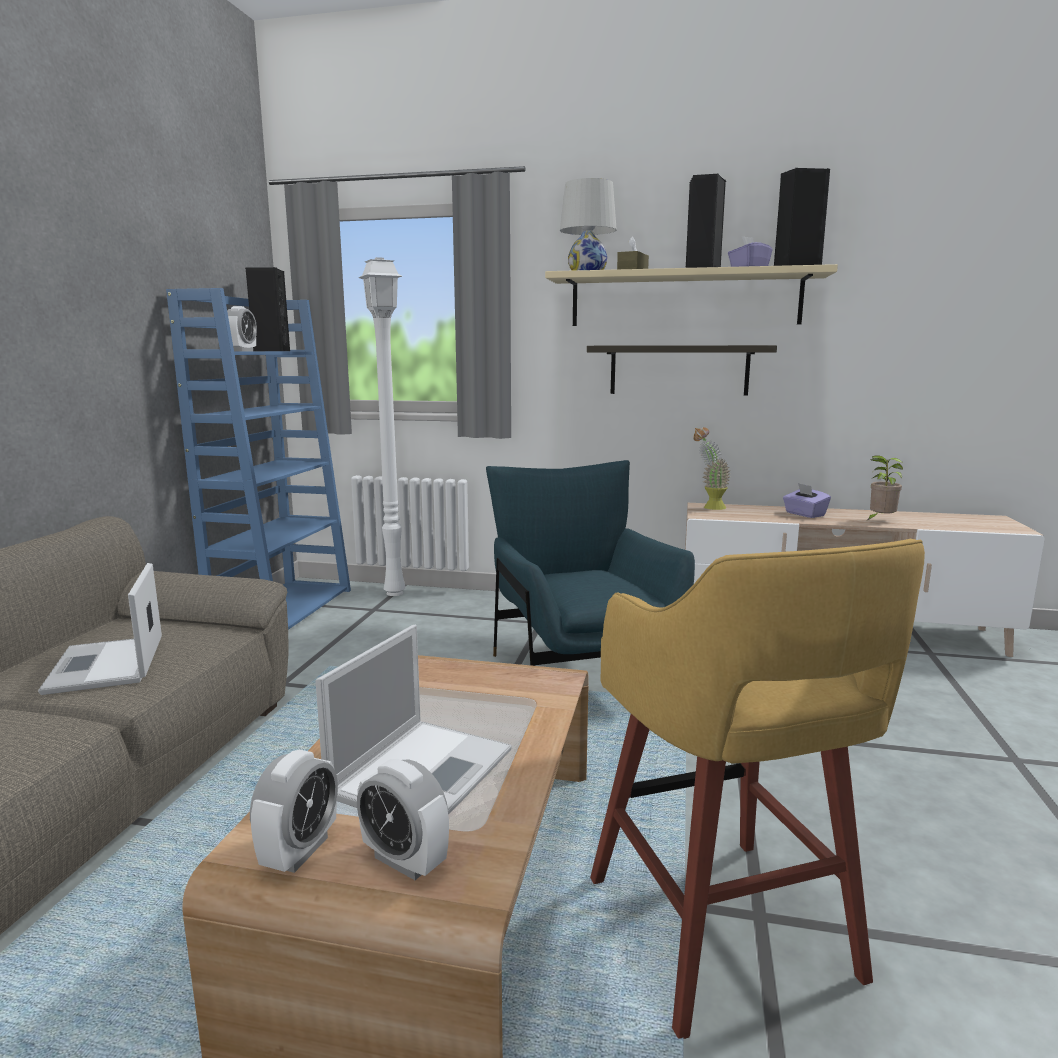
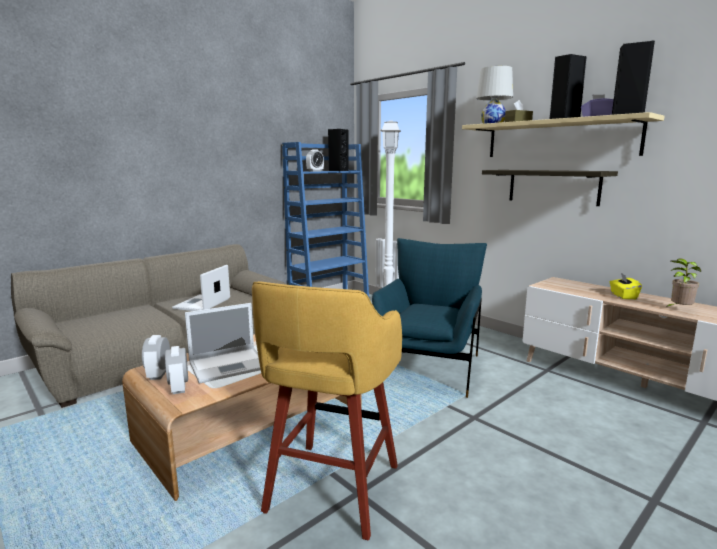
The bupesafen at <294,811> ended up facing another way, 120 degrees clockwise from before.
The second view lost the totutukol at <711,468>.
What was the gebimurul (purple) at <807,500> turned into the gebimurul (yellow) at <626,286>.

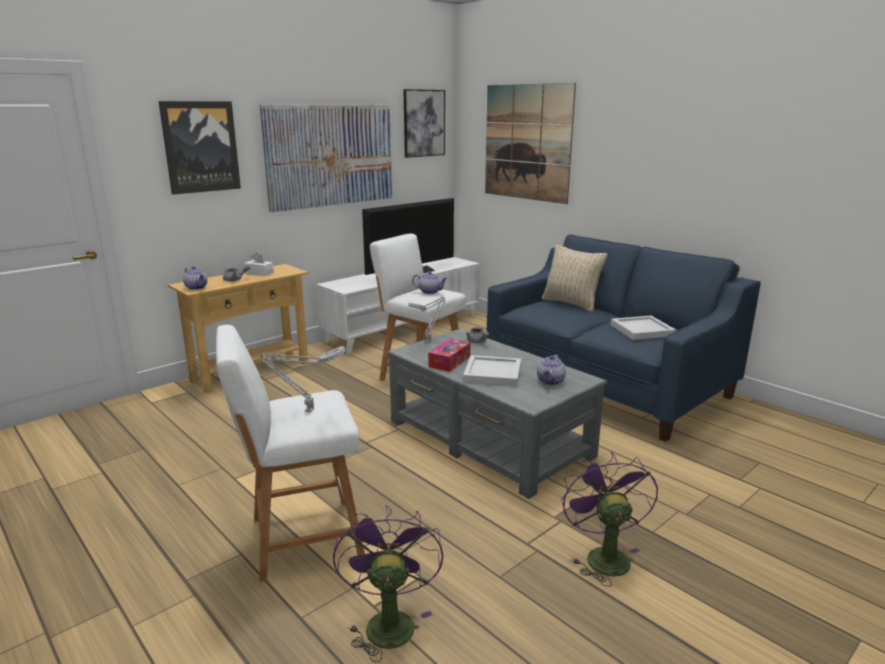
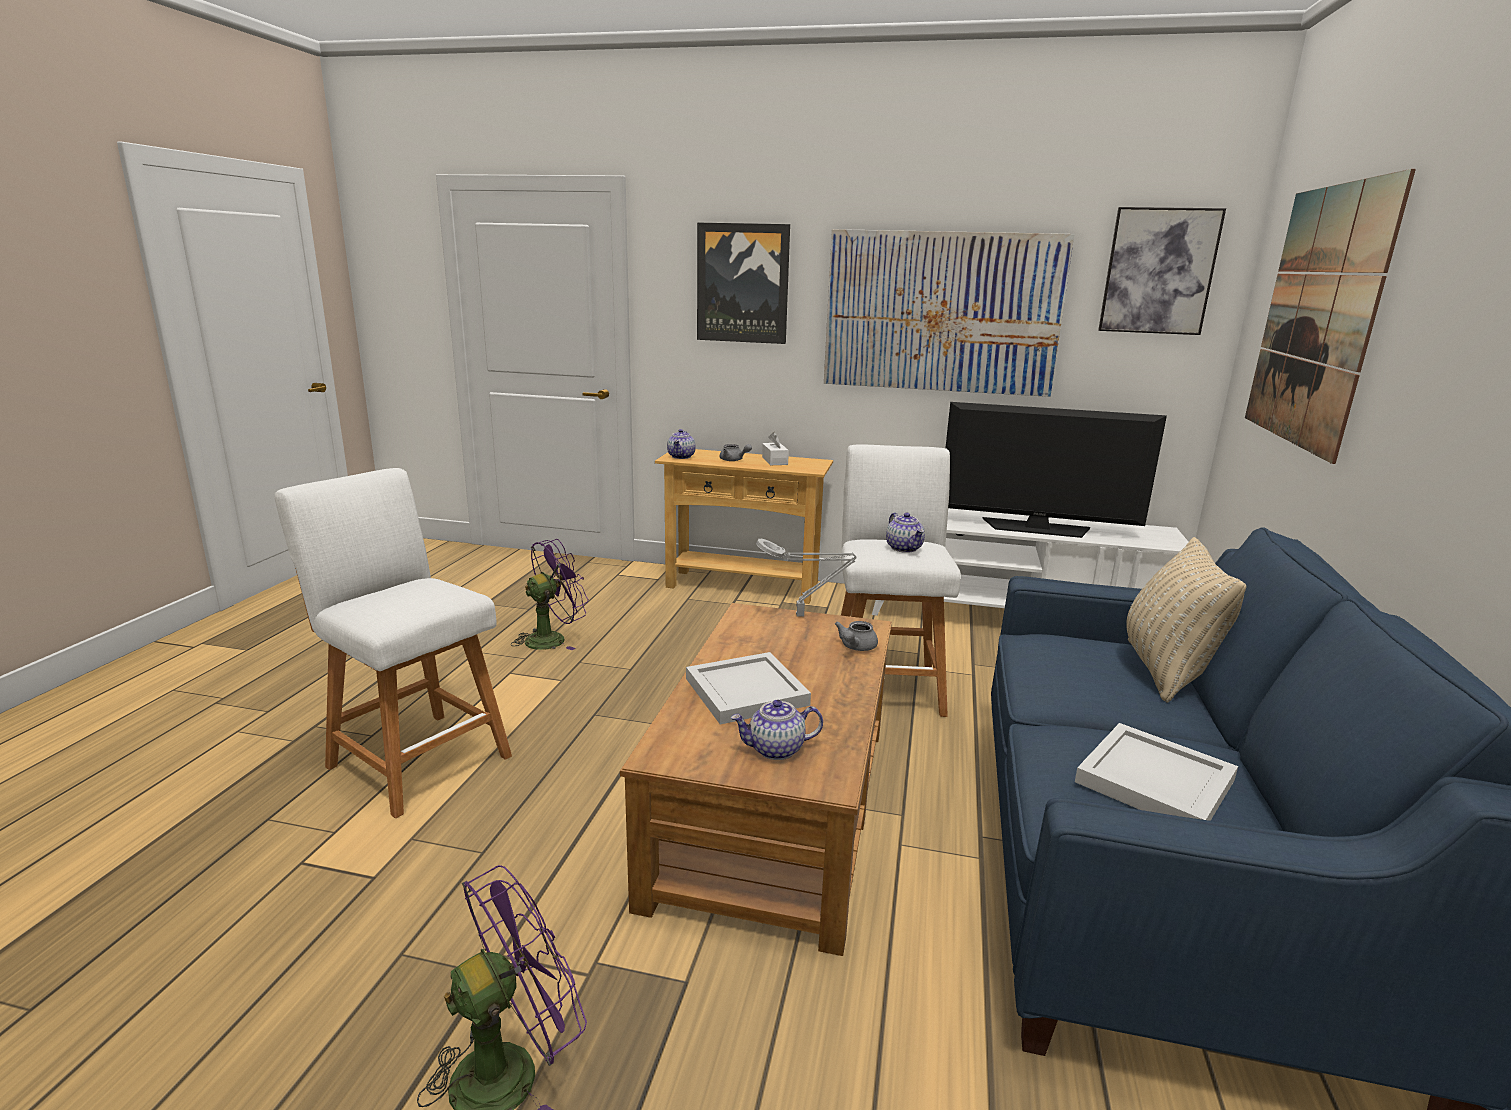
The second view lost the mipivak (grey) at <302,379>.
The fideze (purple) ended up elsewhere, having gone from <388,583> to <550,594>.
What was the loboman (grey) at <497,414> turned into the loboman (brown) at <756,779>.
The second view lost the gebimurul at <449,355>.

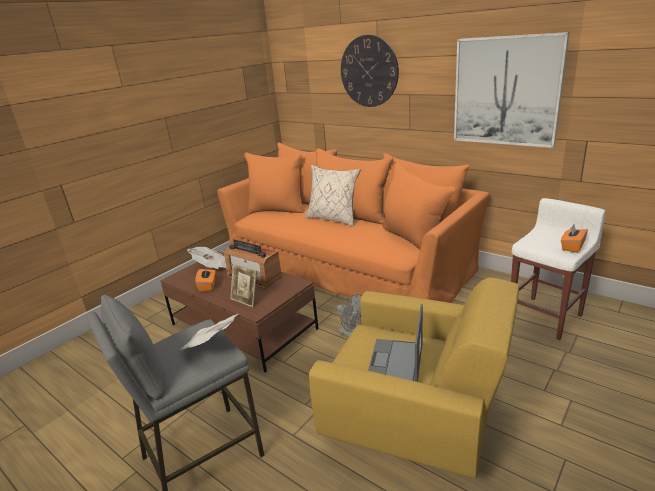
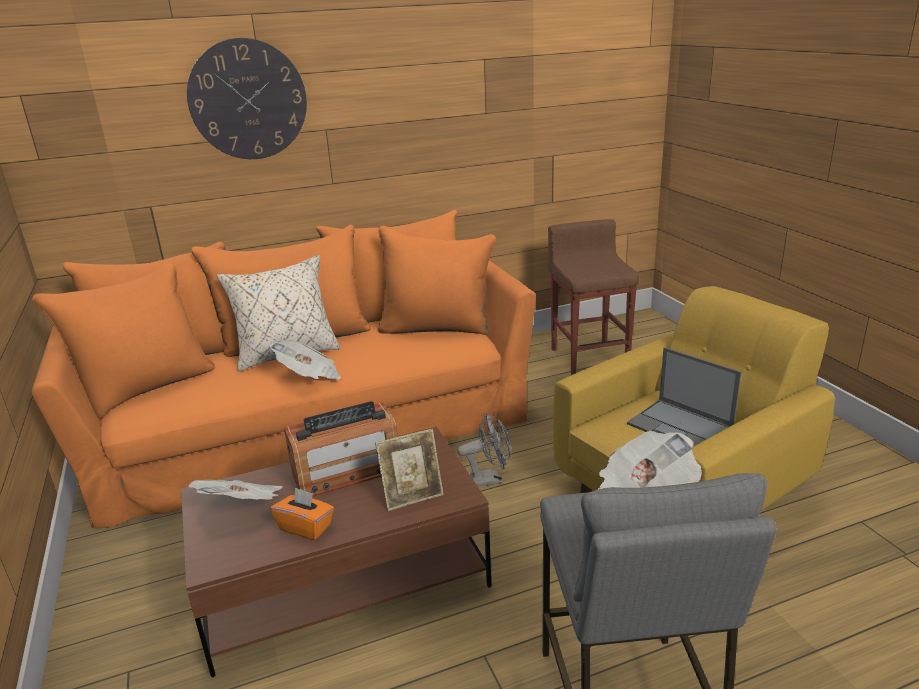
The second view lost the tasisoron at <511,90>.
What was the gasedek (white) at <558,269> turned into the gasedek (brown) at <593,297>.
The second view lost the gebimurul (orange) at <574,238>.
The second view gained the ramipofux at <305,360>.

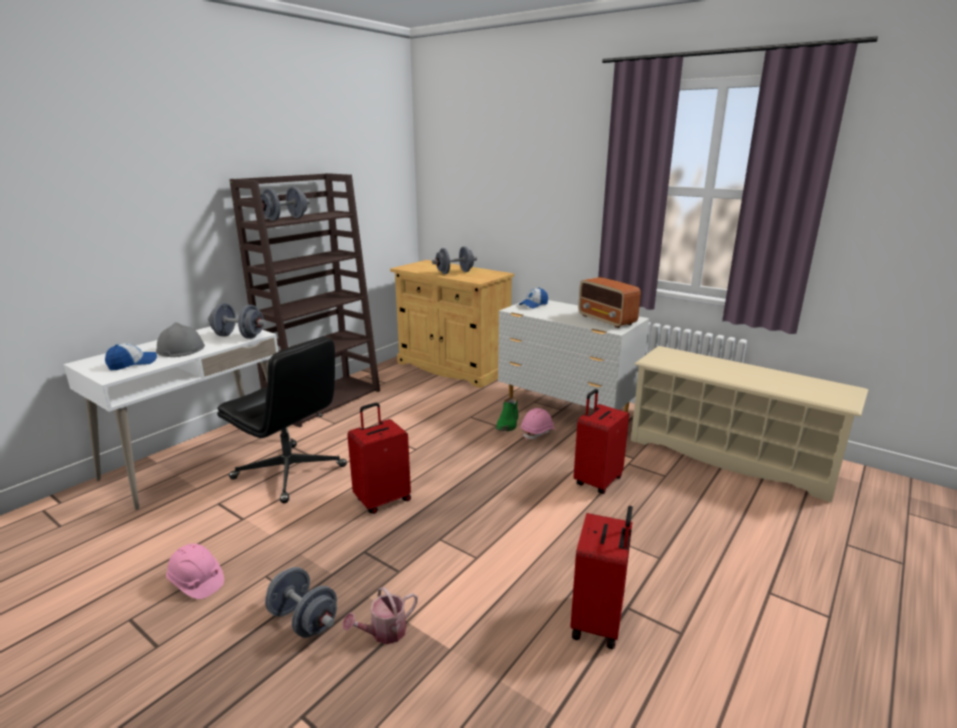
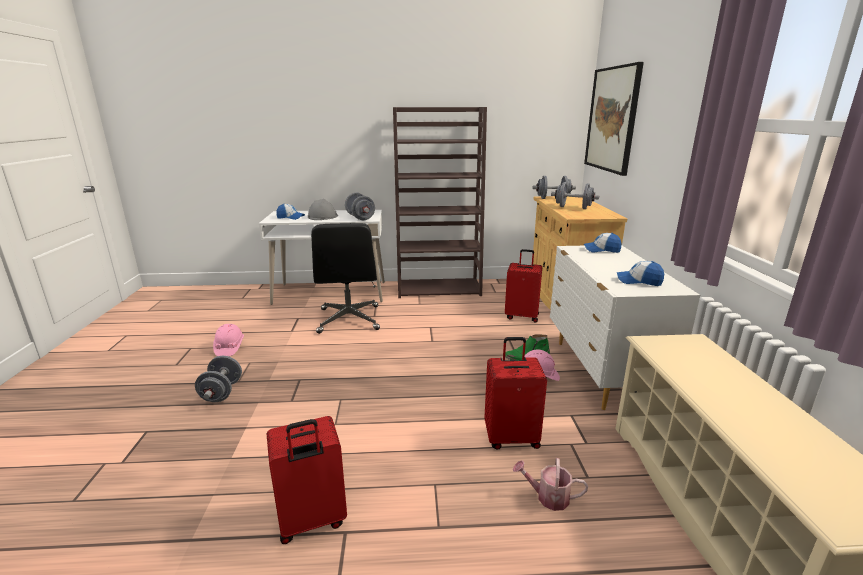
The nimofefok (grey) ended up elsewhere, having gone from <285,204> to <554,187>.
The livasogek ended up elsewhere, having gone from <380,615> to <550,484>.
The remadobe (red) ended up elsewhere, having gone from <379,458> to <523,285>.
Where the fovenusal stood at <609,302>, the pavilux came to stand at <640,273>.
The second view gained the tasisoron at <614,119>.

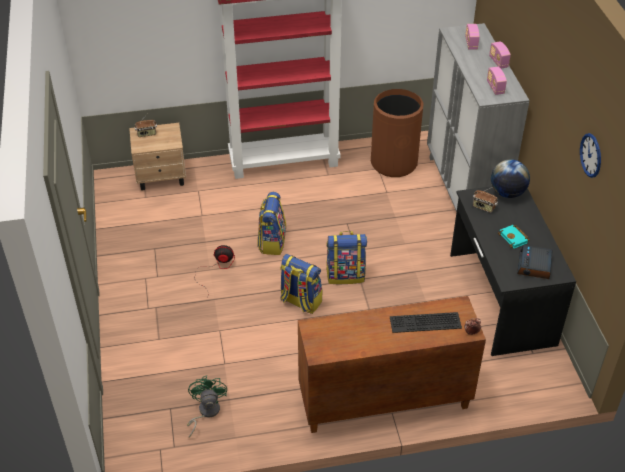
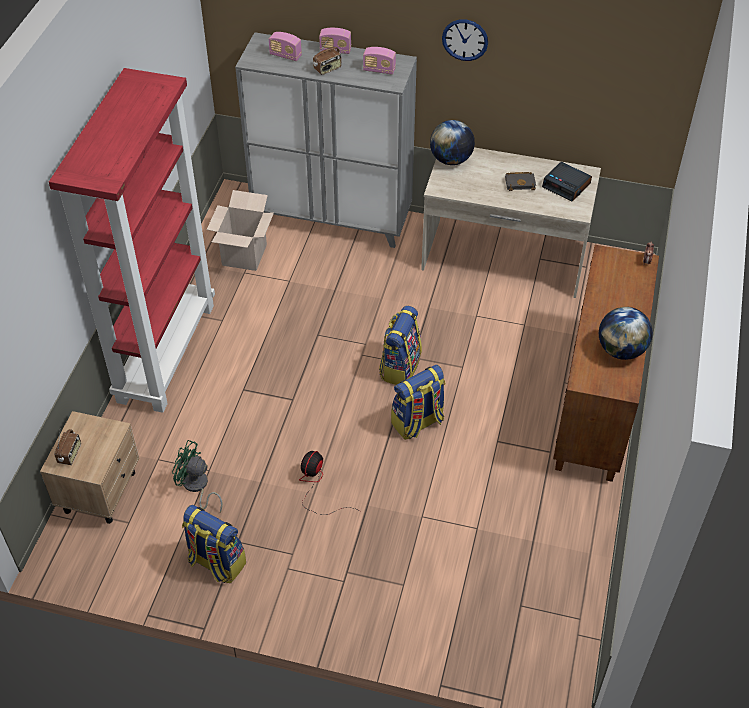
The fideze (green) ended up elsewhere, having gone from <207,406> to <197,476>.
The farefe ended up elsewhere, having gone from <271,223> to <214,544>.
Where the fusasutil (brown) stood at <397,133>, the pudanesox came to stand at <240,230>.
The second view lost the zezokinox at <426,322>.
What was the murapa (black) at <513,271> turned into the murapa (beige) at <511,222>.
The fovenusal ended up elsewhere, having gone from <485,200> to <327,57>.
What was the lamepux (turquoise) at <514,236> turned into the lamepux (black) at <520,181>.
The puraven ended up elsewhere, having gone from <590,155> to <465,40>.
The second view gained the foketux at <626,333>.

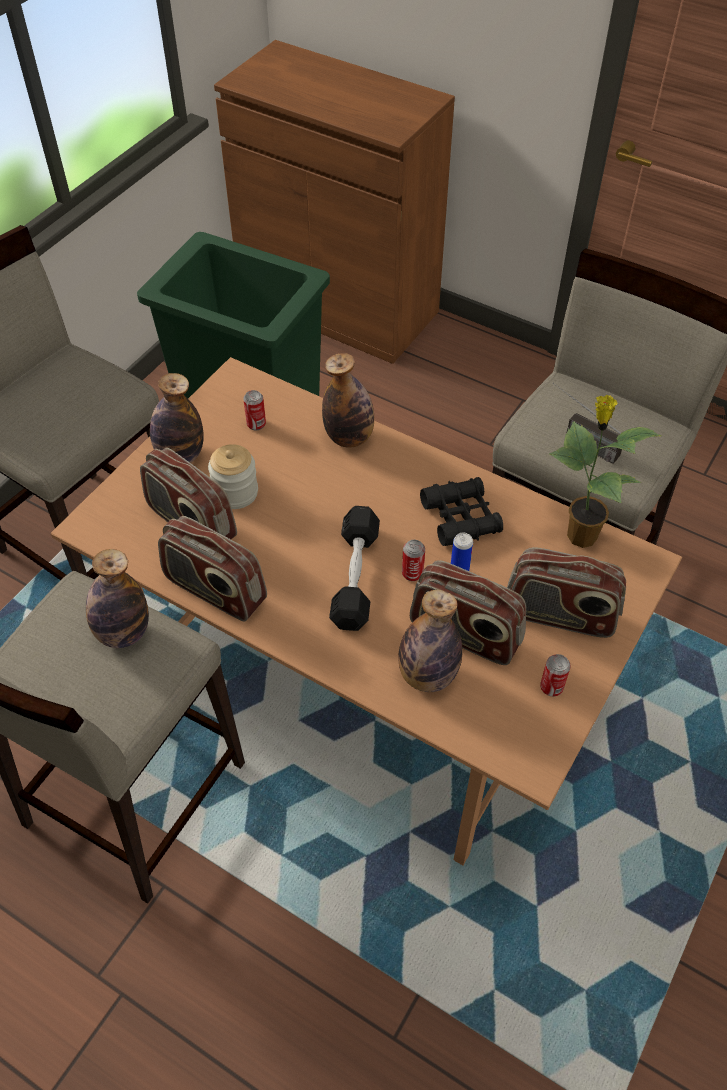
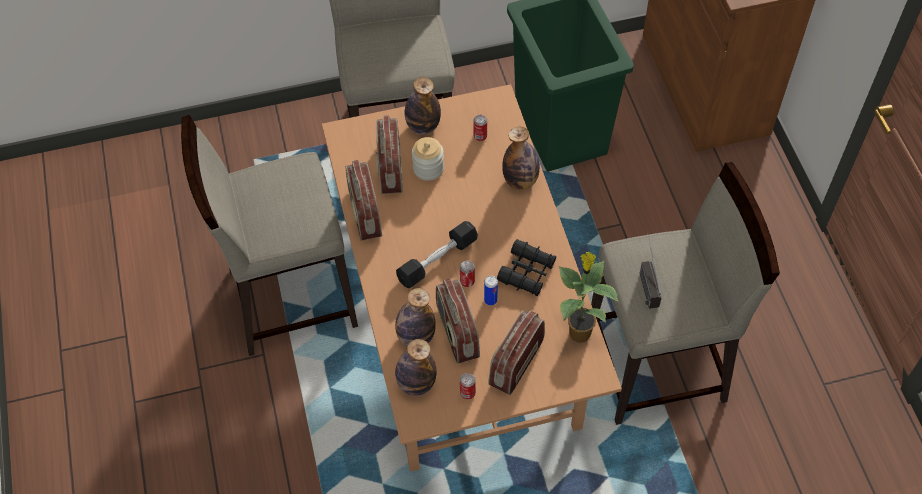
The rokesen ended up elsewhere, having gone from <117,598> to <416,367>.
The fovenusal at <566,592> ended up facing another way, 60 degrees clockwise from before.

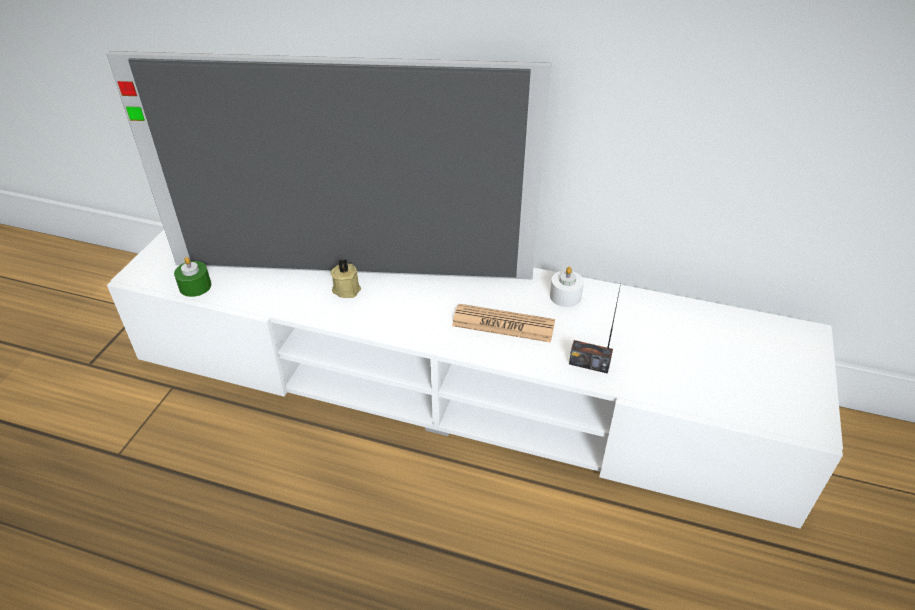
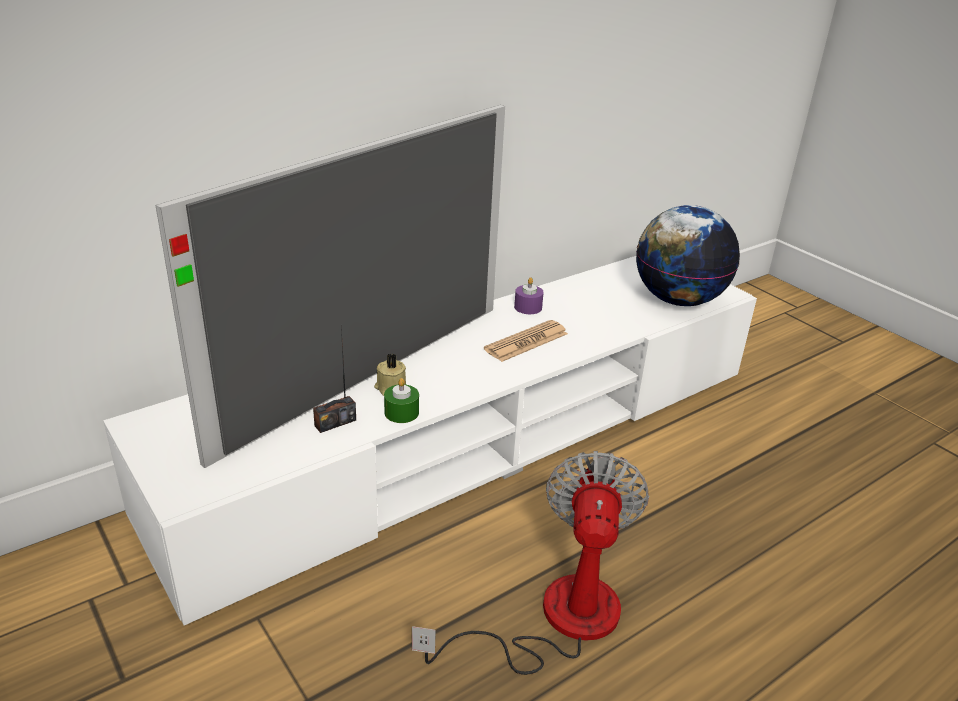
The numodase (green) ended up elsewhere, having gone from <192,277> to <401,400>.
What was the numodase (white) at <567,287> turned into the numodase (purple) at <529,295>.
The fovenusal ended up elsewhere, having gone from <595,329> to <334,380>.
The second view gained the fideze at <530,563>.
The second view gained the foketux at <688,255>.

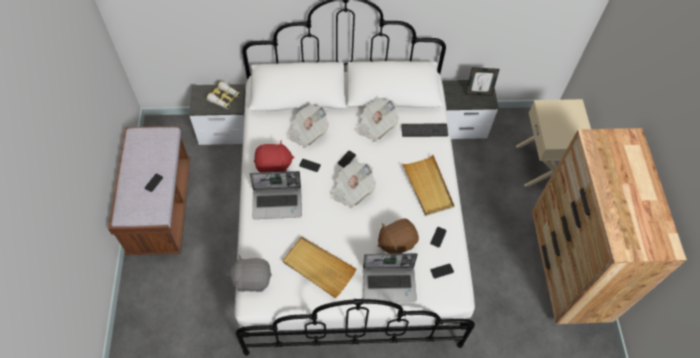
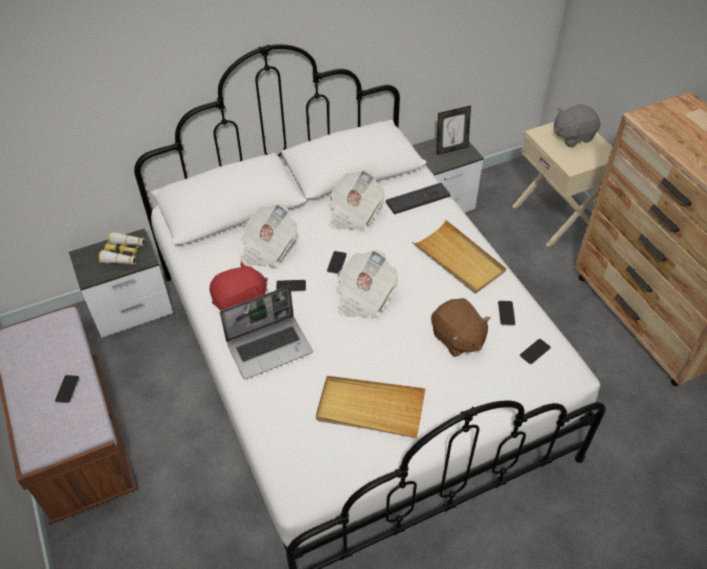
The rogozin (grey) ended up elsewhere, having gone from <249,273> to <577,125>.
The second view lost the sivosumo at <390,277>.
The rogozin (brown) at <398,236> ended up facing another way, 75 degrees counterclockwise from before.

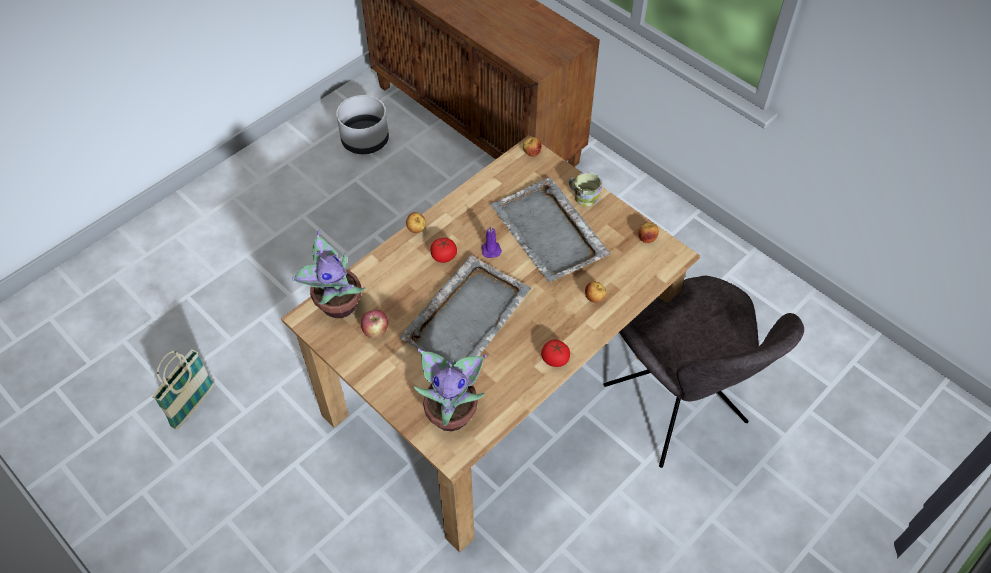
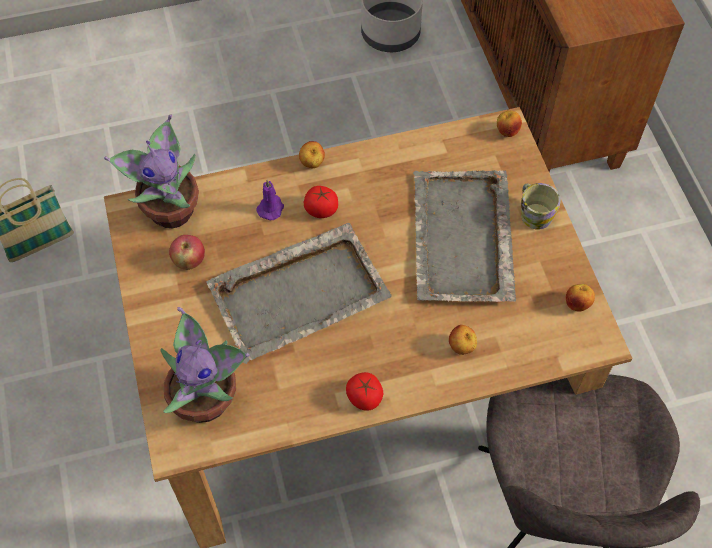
The numodase (purple) ended up elsewhere, having gone from <492,242> to <270,199>.

